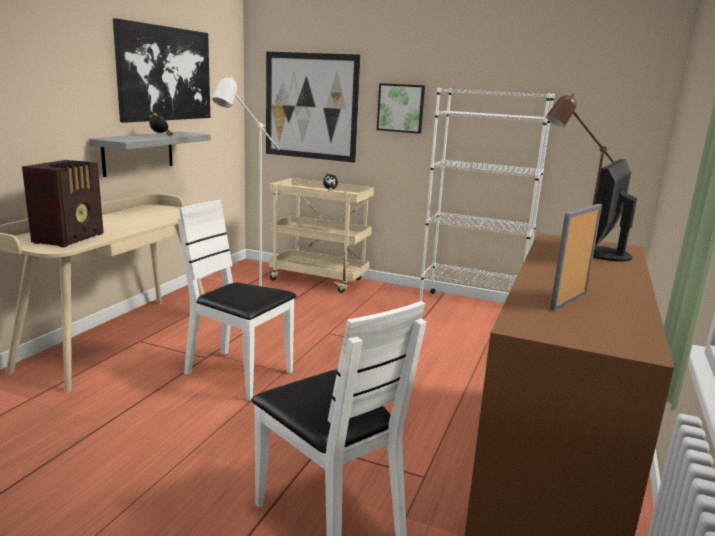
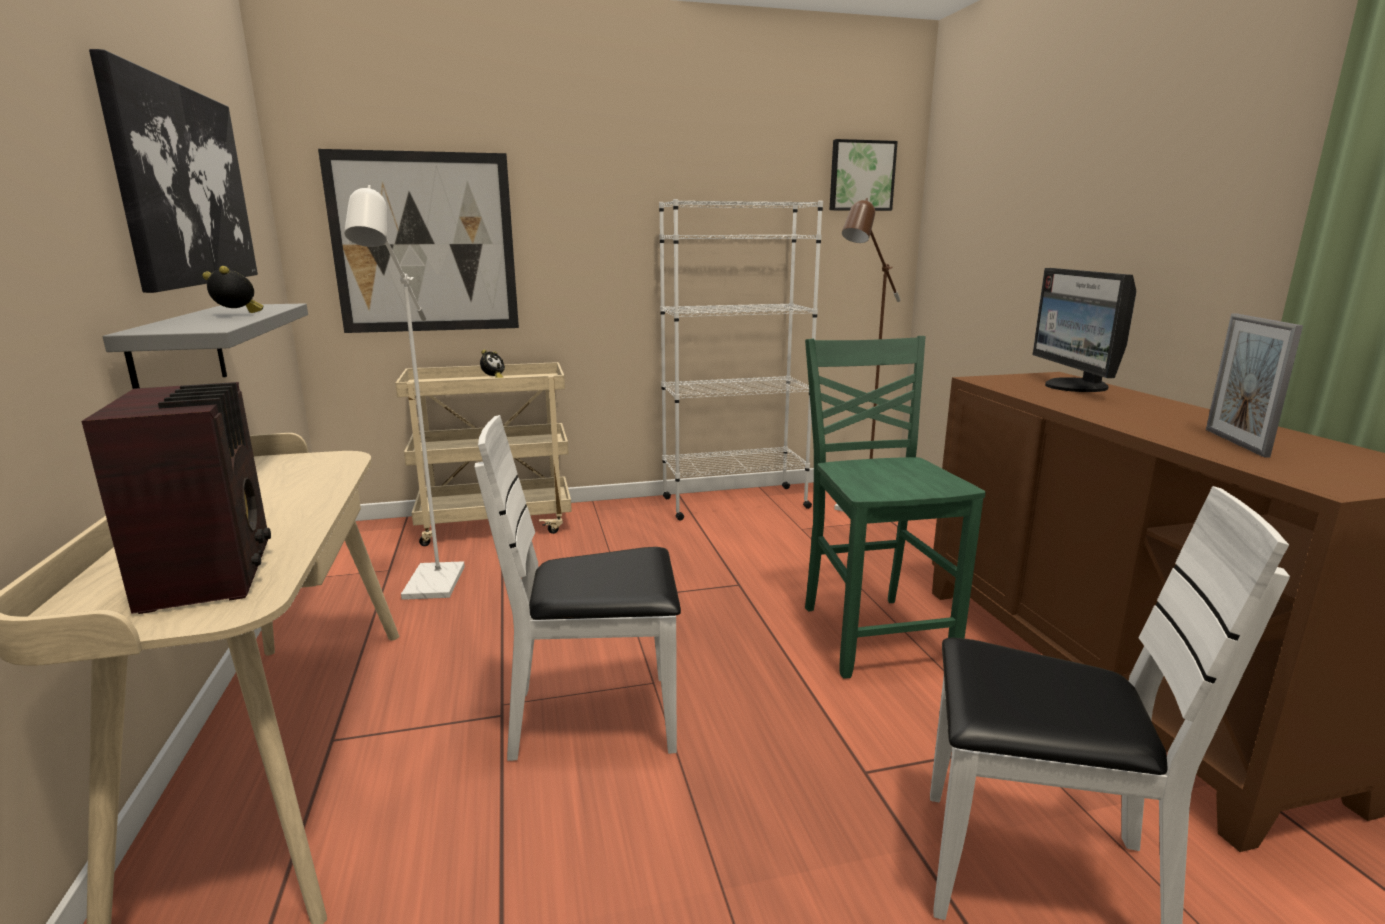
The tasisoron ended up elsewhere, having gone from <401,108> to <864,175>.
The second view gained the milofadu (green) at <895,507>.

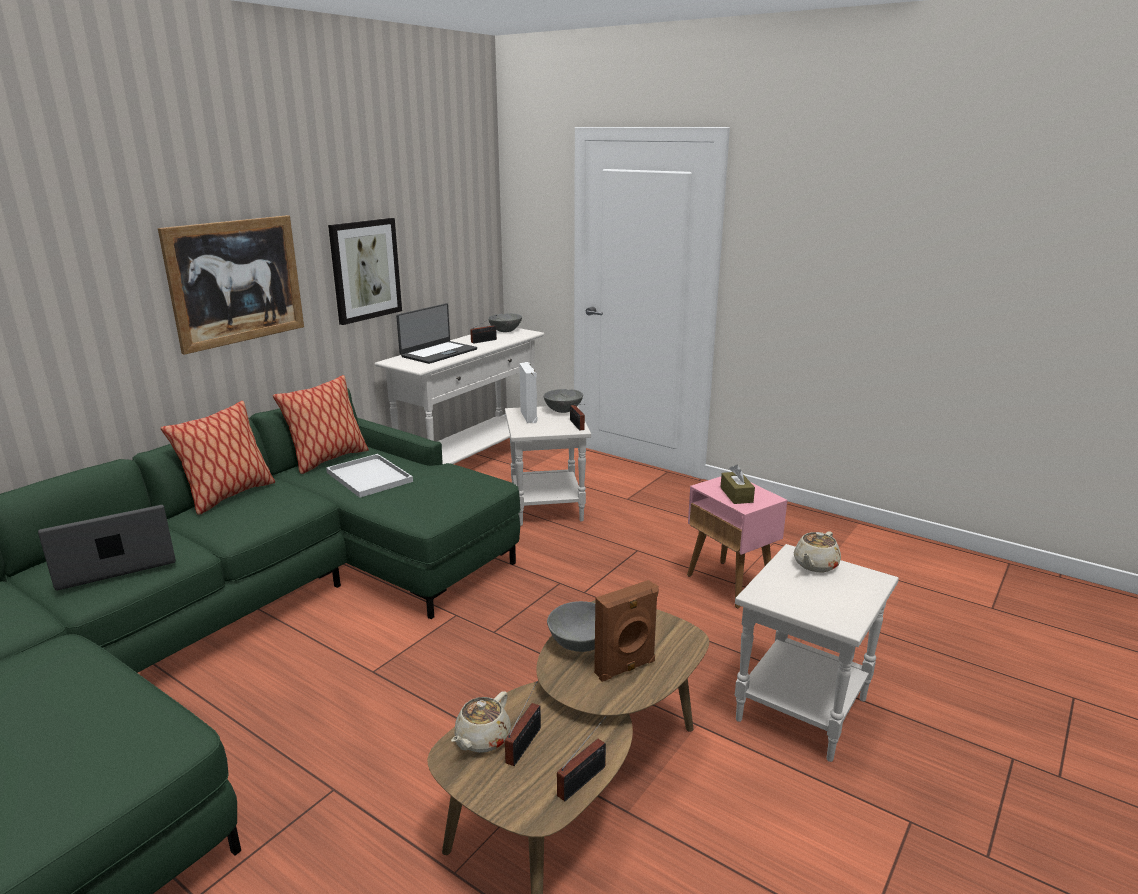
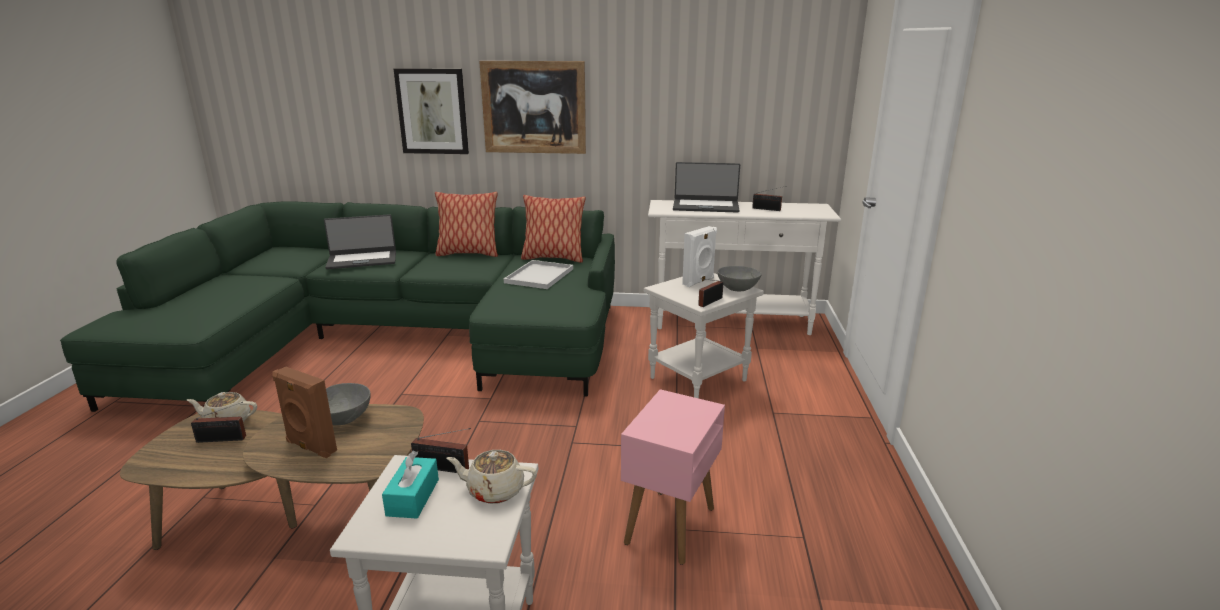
The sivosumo at <107,548> ended up facing another way, 135 degrees clockwise from before.
The tasisoron ended up elsewhere, having gone from <365,271> to <431,111>.
The second view lost the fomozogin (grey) at <505,322>.
The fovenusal ended up elsewhere, having gone from <581,759> to <441,450>.
The second view lost the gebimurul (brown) at <737,484>.
The second view gained the gebimurul (turquoise) at <410,485>.

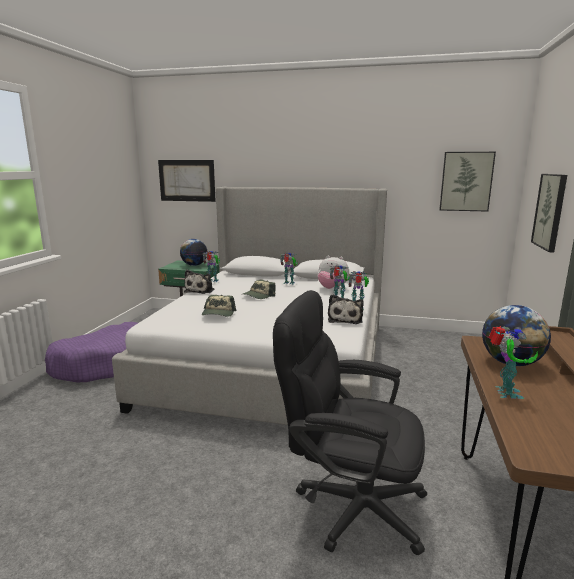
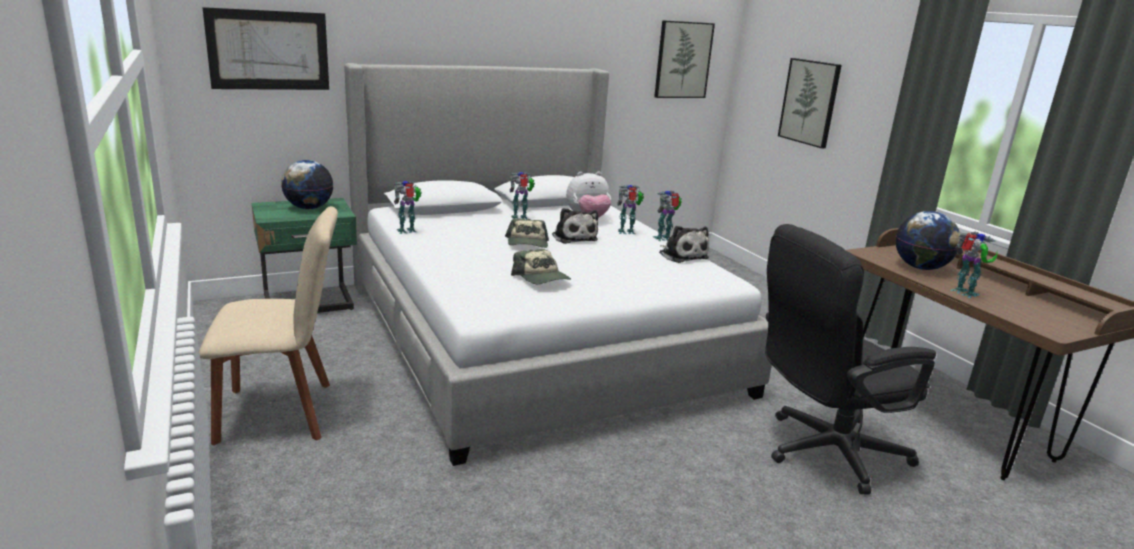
Where the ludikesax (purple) stood at <91,352>, the milofadu (beige) came to stand at <268,325>.
The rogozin ended up elsewhere, having gone from <199,282> to <575,226>.

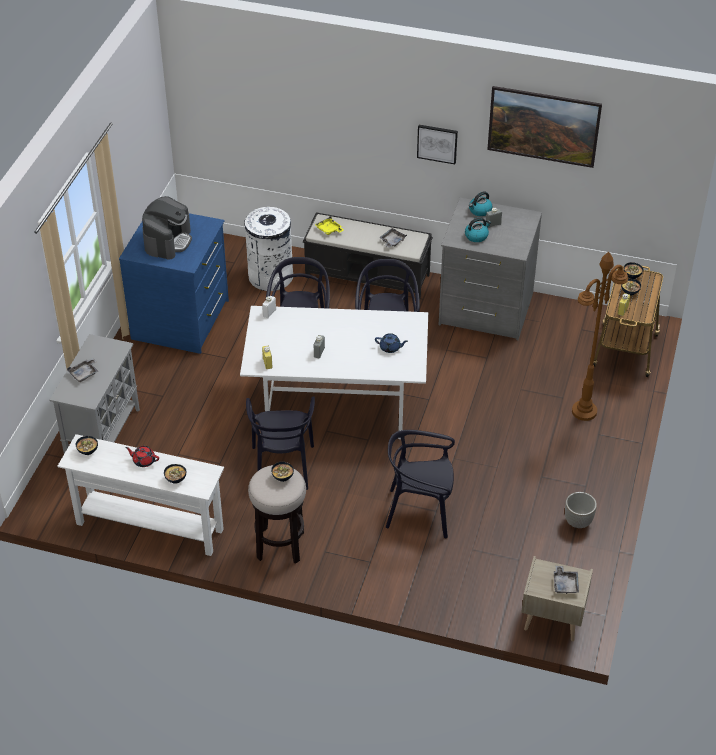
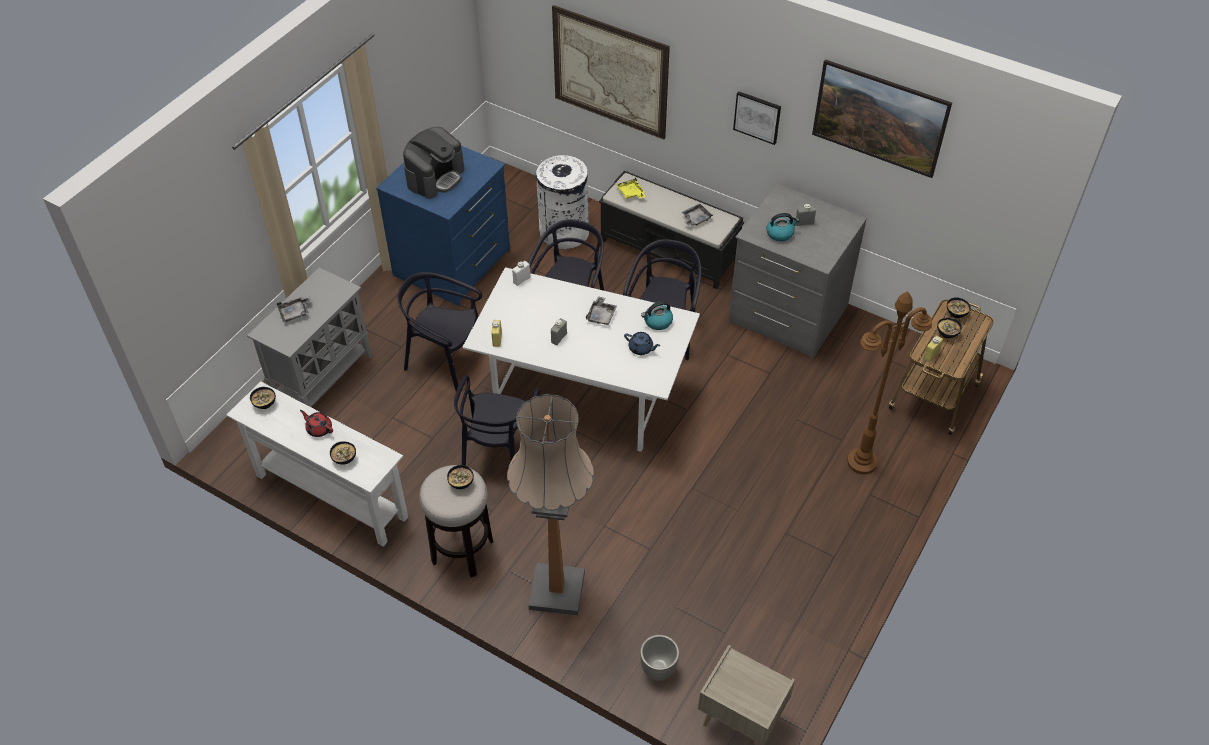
The milofadu (black) ended up elsewhere, having gone from <420,484> to <439,331>.
The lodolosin ended up elsewhere, having gone from <480,203> to <657,315>.
The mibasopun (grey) ended up elsewhere, having gone from <566,580> to <601,310>.
The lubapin ended up elsewhere, having gone from <581,510> to <659,657>.
The second view gained the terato at <550,504>.
The second view gained the tasisoron at <611,72>.

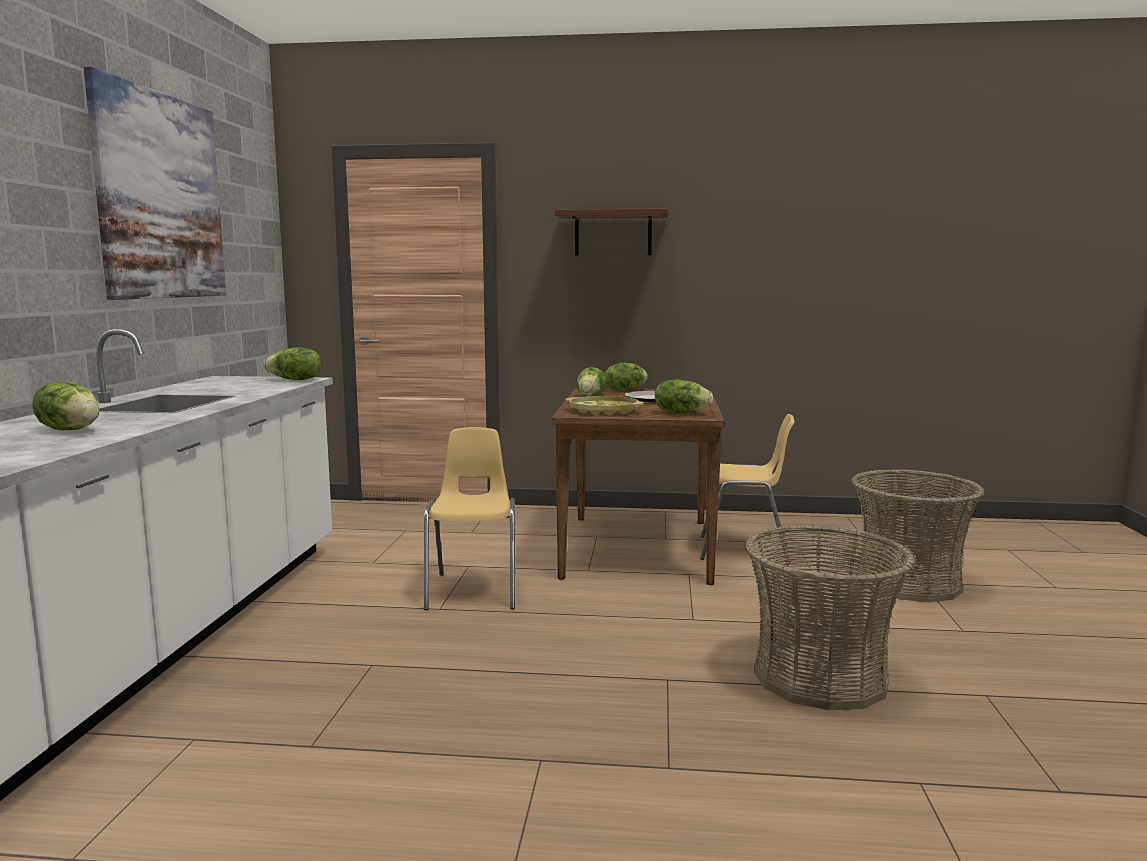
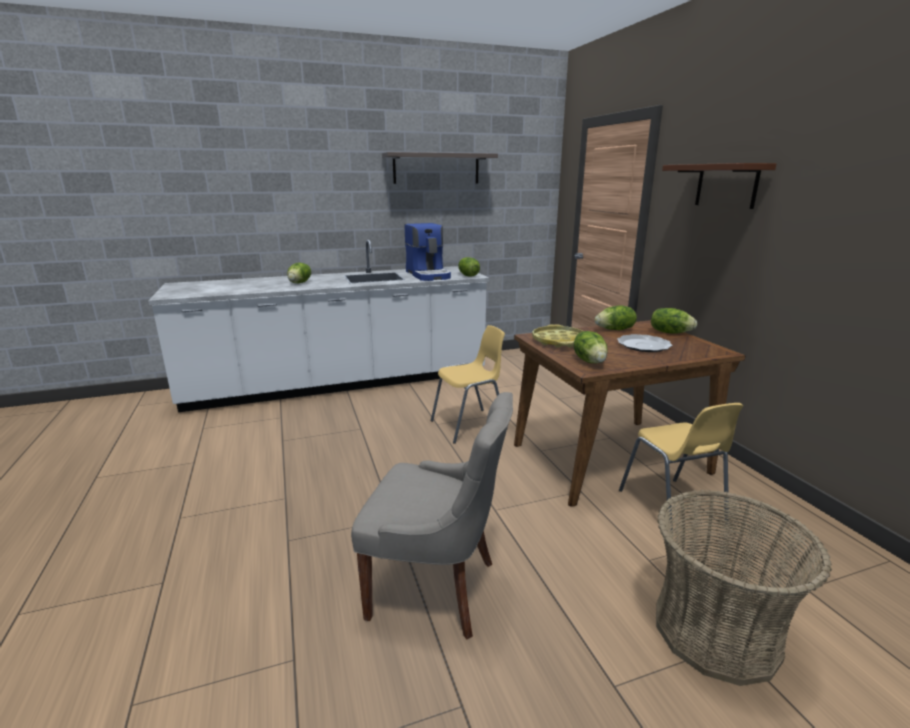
Where the tasisoron hung at <155,183>, the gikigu came to hang at <440,168>.
Where the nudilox stood at <830,617>, the milofadu (grey) came to stand at <432,515>.
The second view gained the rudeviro at <428,252>.

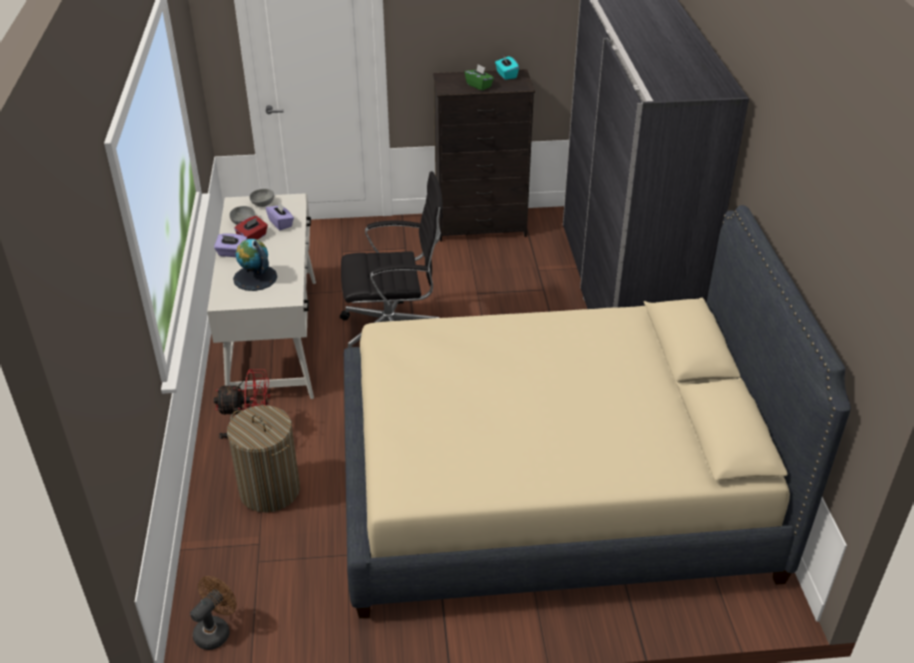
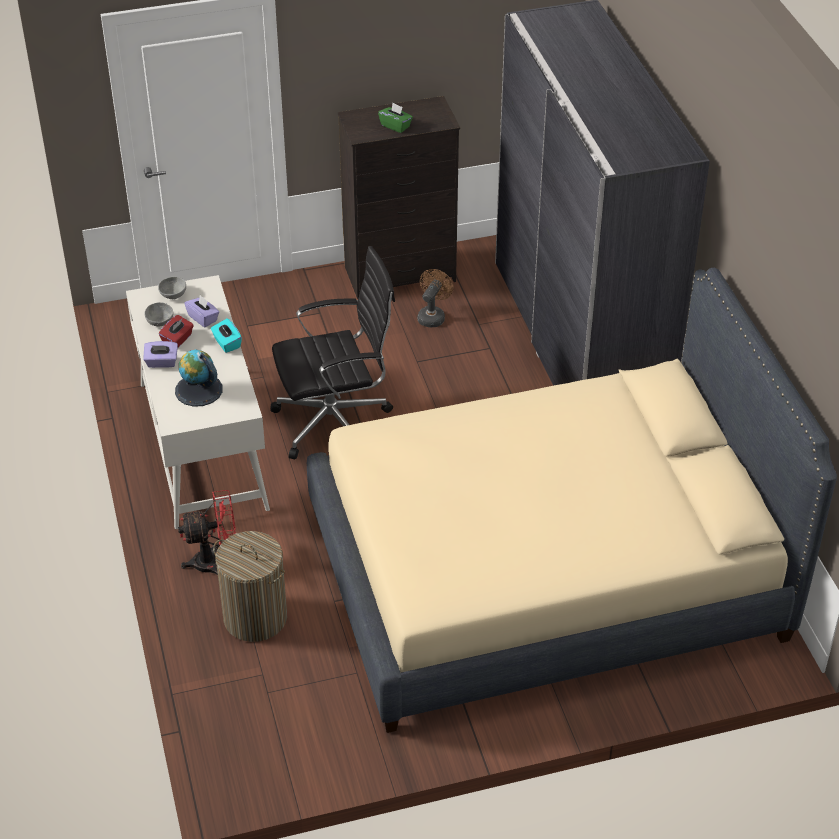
The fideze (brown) ended up elsewhere, having gone from <213,613> to <436,298>.
The gebimurul (turquoise) ended up elsewhere, having gone from <507,67> to <226,335>.

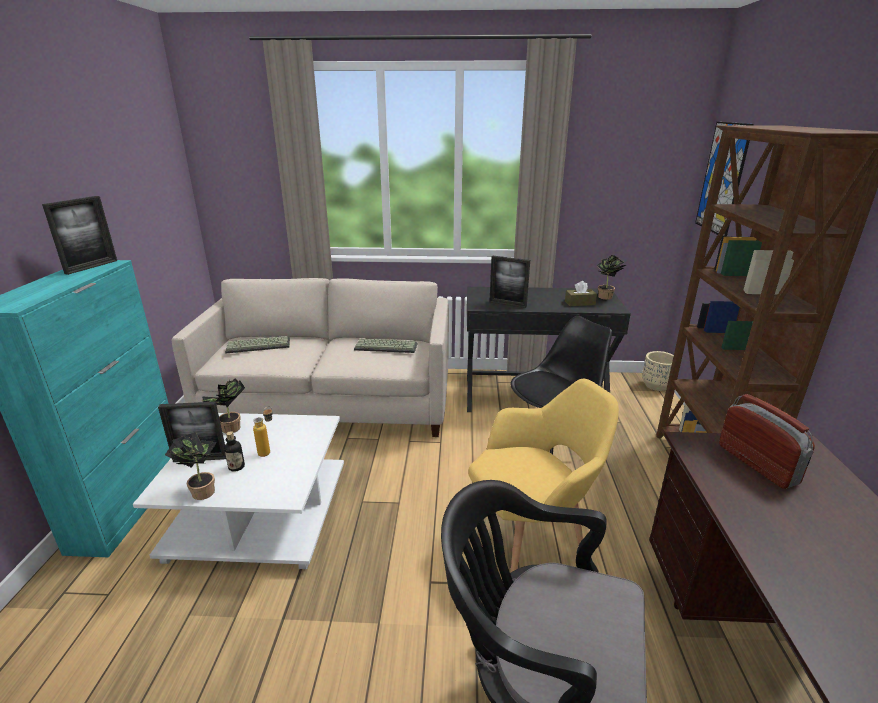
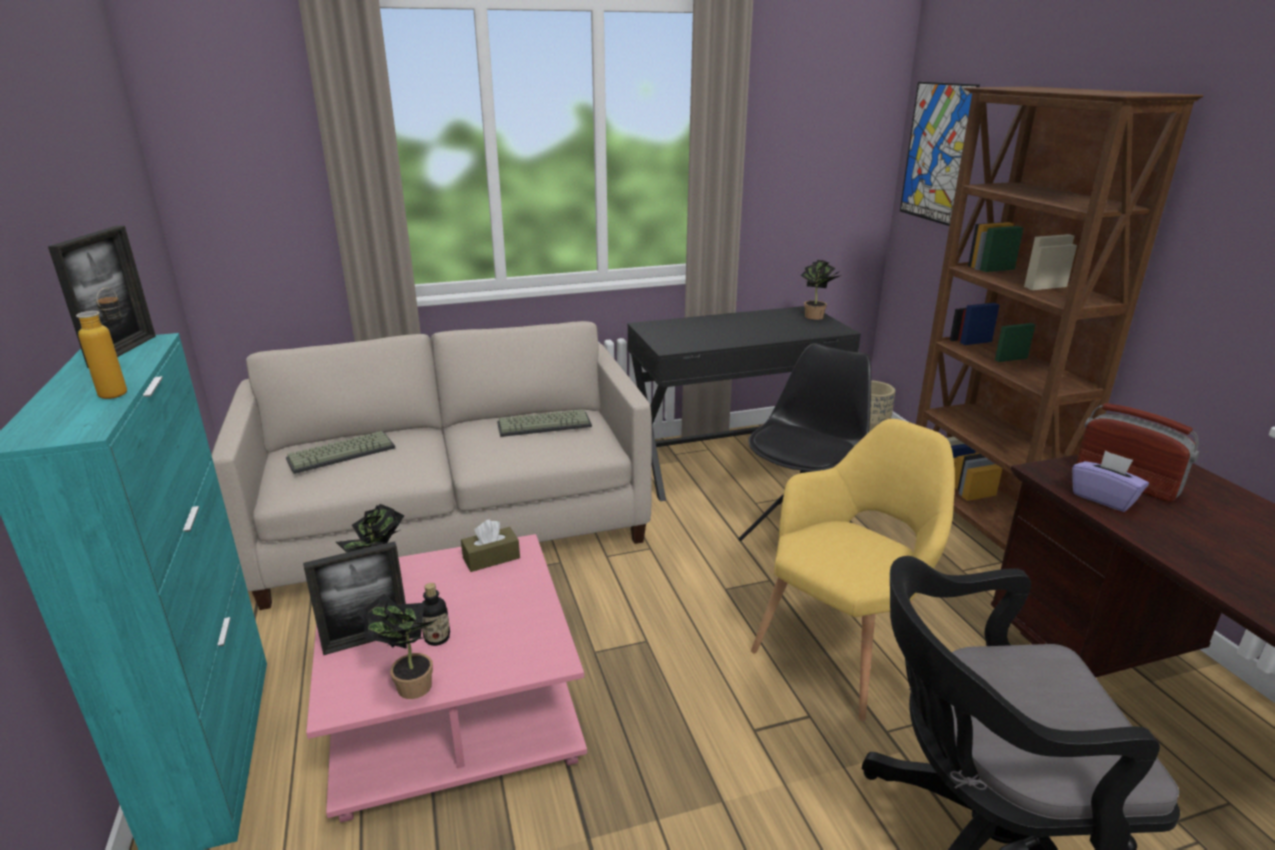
What was the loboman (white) at <238,491> turned into the loboman (pink) at <446,678>.
The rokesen ended up elsewhere, having gone from <262,431> to <101,343>.
The second view lost the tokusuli at <509,282>.
The gebimurul (brown) ended up elsewhere, having gone from <581,293> to <490,546>.
The second view gained the gebimurul (purple) at <1110,481>.

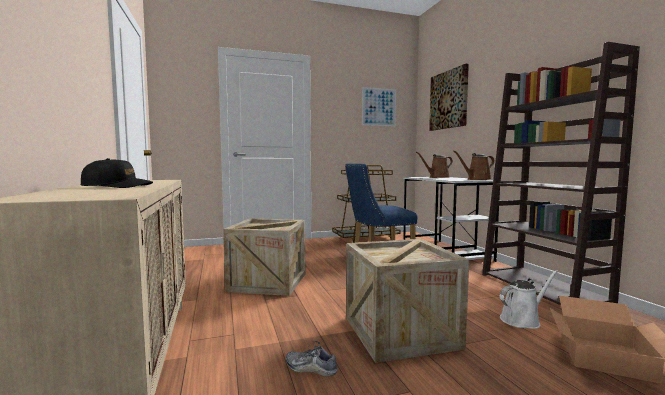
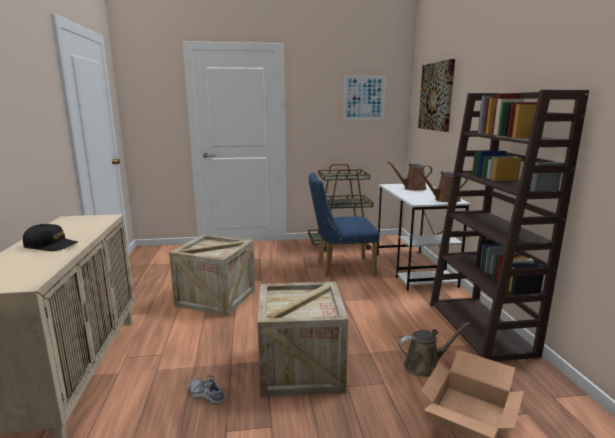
What was the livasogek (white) at <529,299> turned into the livasogek (brown) at <434,349>.

